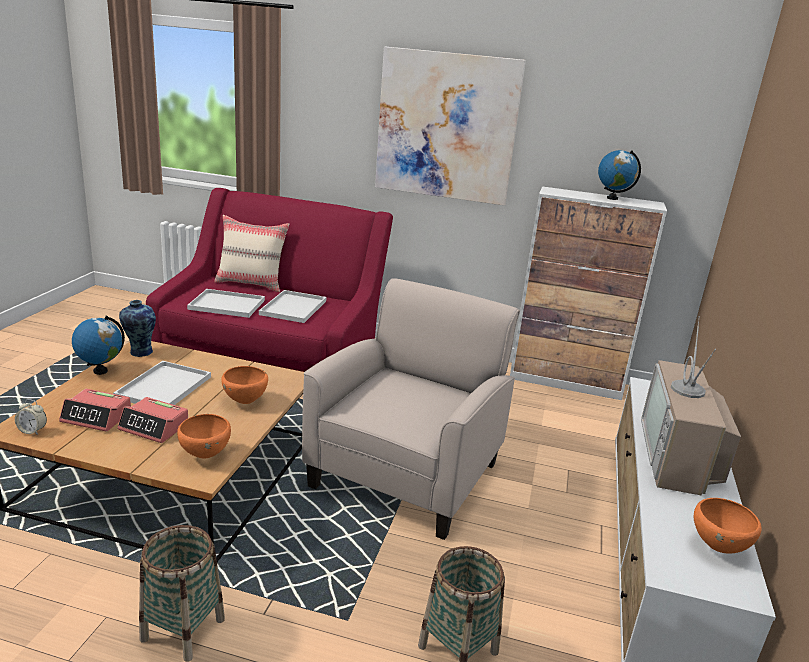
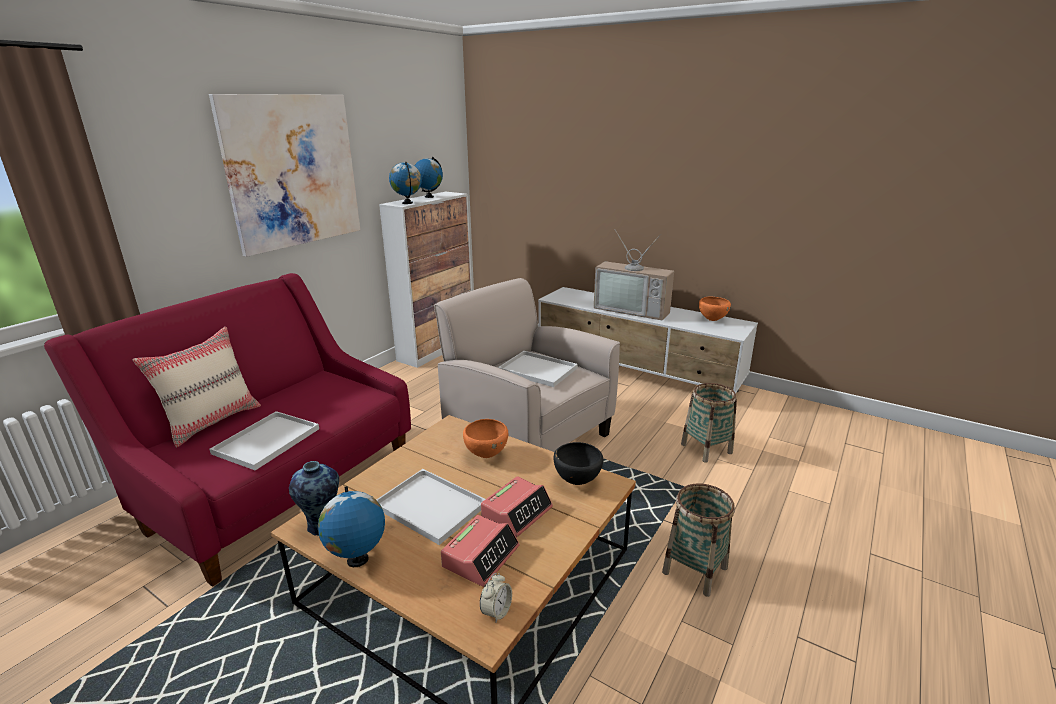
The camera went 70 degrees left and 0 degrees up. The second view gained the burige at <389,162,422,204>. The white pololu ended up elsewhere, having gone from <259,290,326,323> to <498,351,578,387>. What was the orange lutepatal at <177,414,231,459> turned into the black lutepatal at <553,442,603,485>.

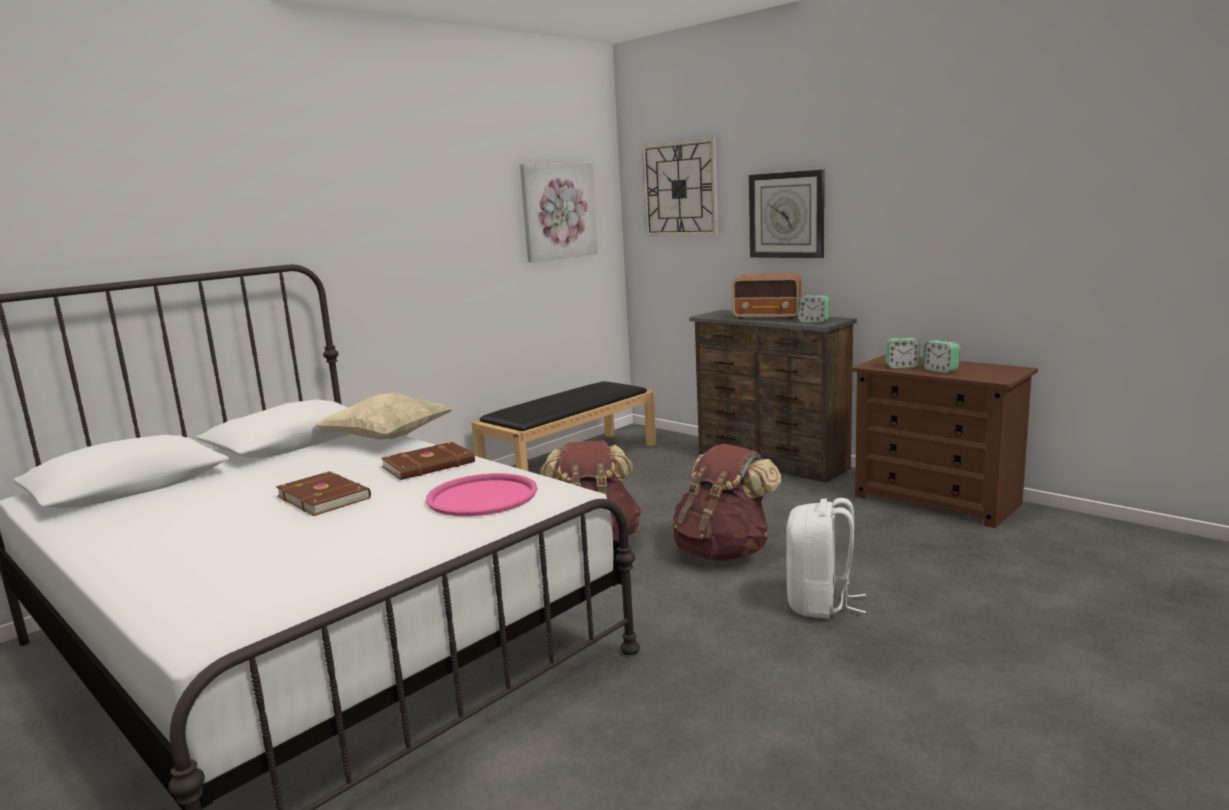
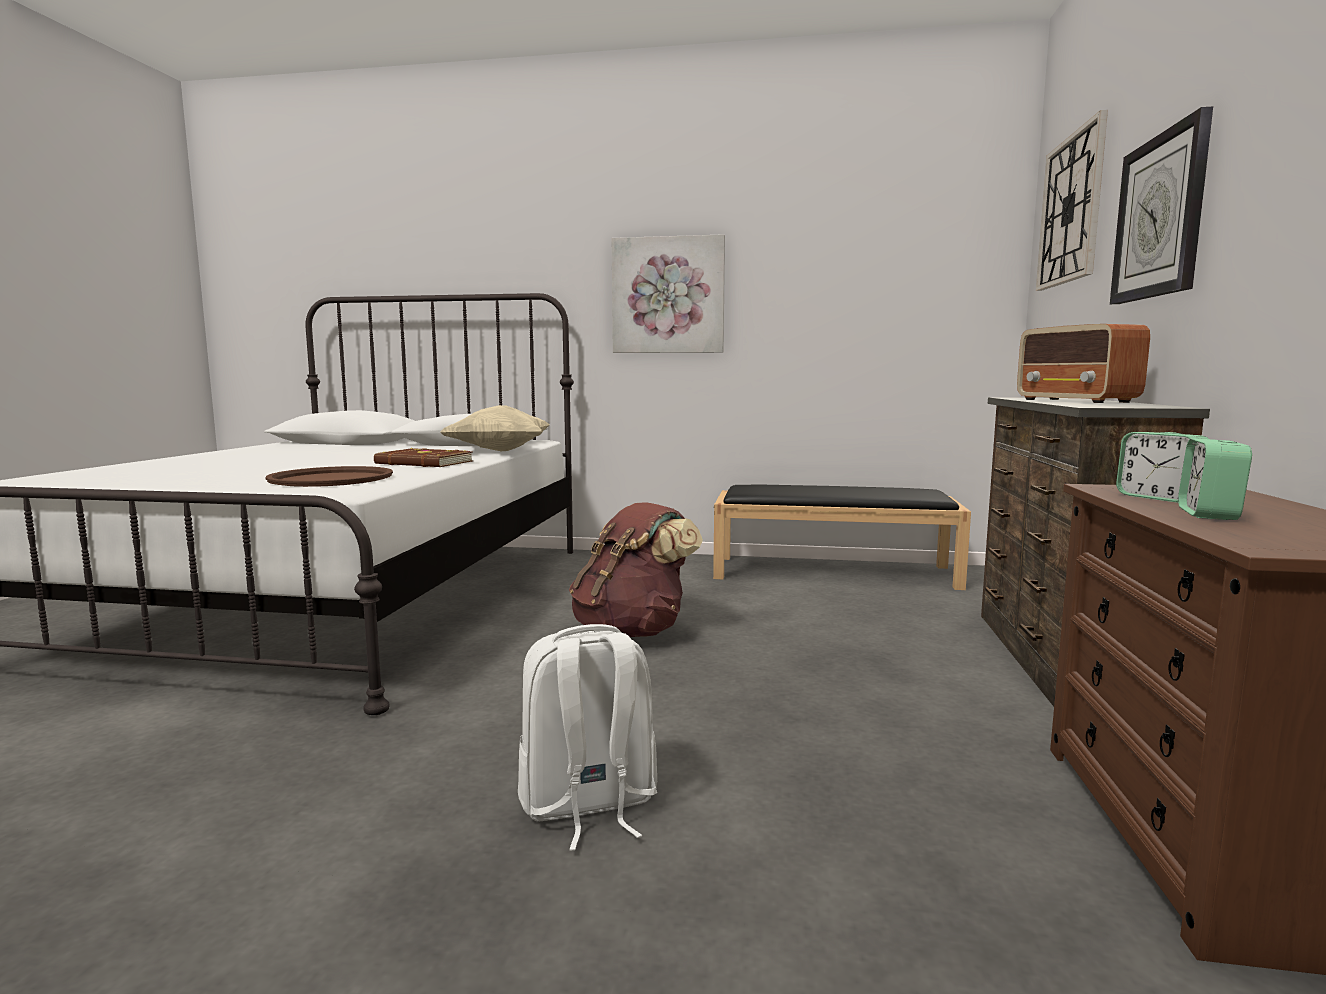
The camera went 55 degrees right and 5 degrees down. The second view lost the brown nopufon at <275,471,371,516>. The second view lost the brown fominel at <672,444,781,561>. The second view lost the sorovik at <798,295,829,323>. The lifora ended up elsewhere, having gone from <520,163,598,262> to <612,234,725,353>. What was the pink pololu at <426,473,537,516> turned into the brown pololu at <265,466,393,487>.

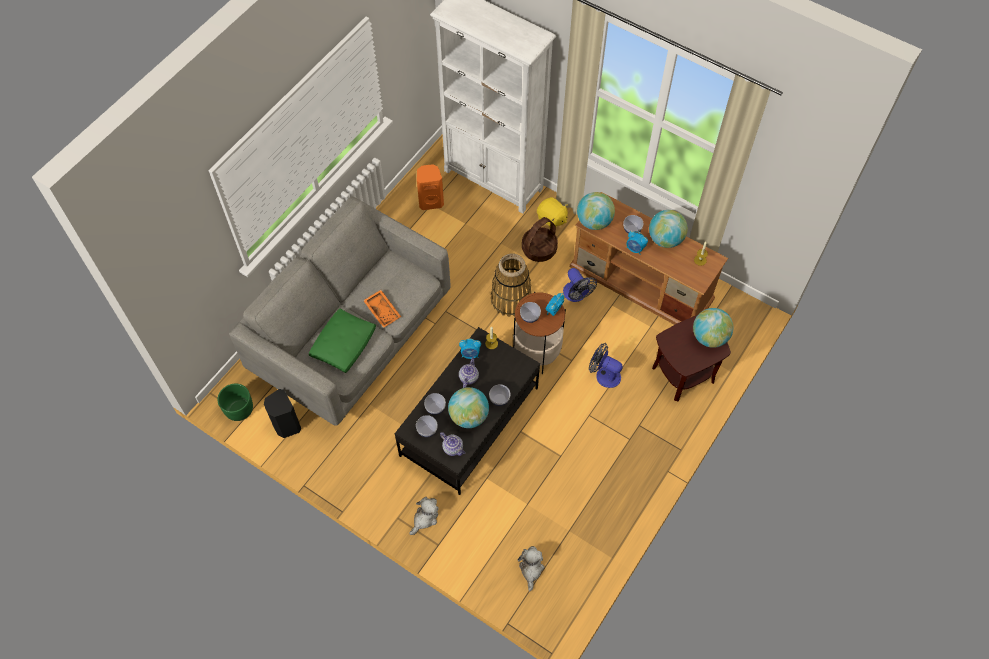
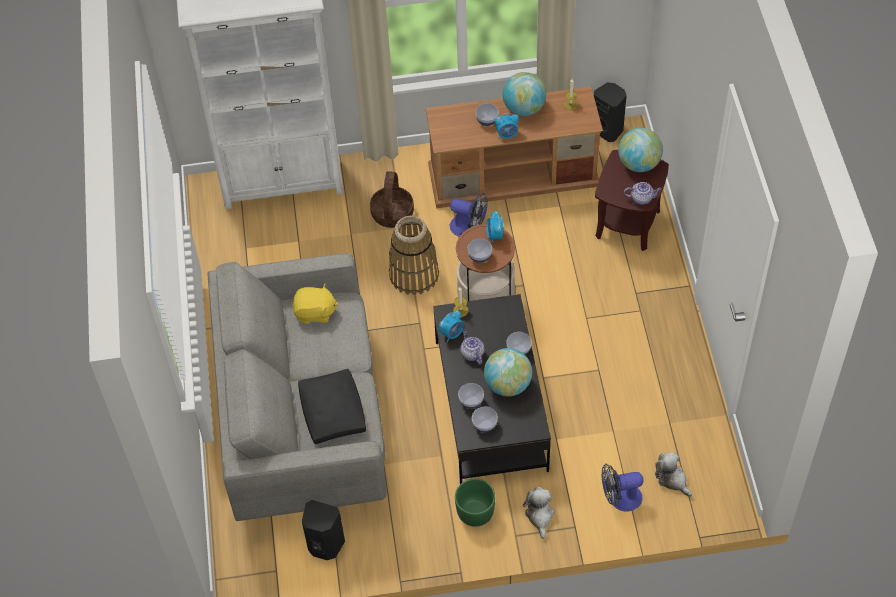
The camera went 40 degrees left and 5 degrees down. The second view lost the orange pololu at <363,290,401,328>. The second view lost the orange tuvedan at <417,164,444,210>. The second view lost the burige at <577,192,615,230>. The second view gained the black tuvedan at <594,83,627,142>. The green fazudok ended up elsewhere, having gone from <217,383,253,421> to <455,479,495,527>. The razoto ended up elsewhere, having gone from <440,432,465,456> to <624,182,662,205>. The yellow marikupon ended up elsewhere, having gone from <537,197,568,227> to <292,284,338,324>. The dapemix ended up elsewhere, having gone from <589,343,623,388> to <602,464,644,512>. What was the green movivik at <309,308,376,373> turned into the black movivik at <298,369,366,444>.

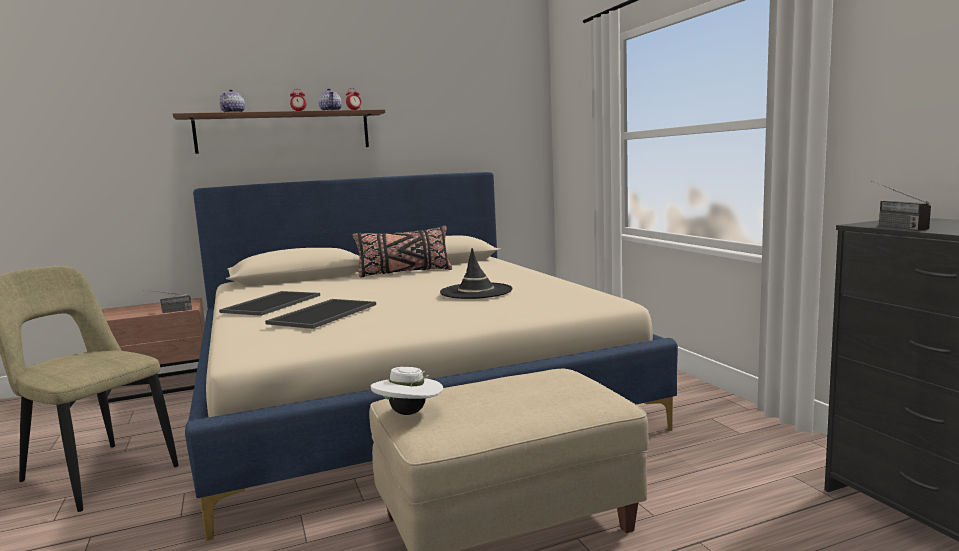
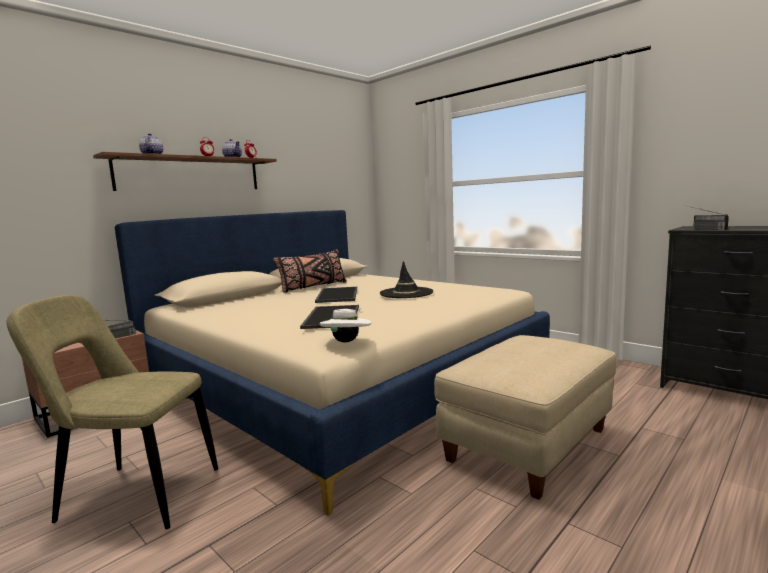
The camera went 25 degrees left and 0 degrees up. The pololu ended up elsewhere, having gone from <219,291,320,316> to <315,287,357,303>. The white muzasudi ended up elsewhere, having gone from <371,367,443,415> to <320,308,371,342>.

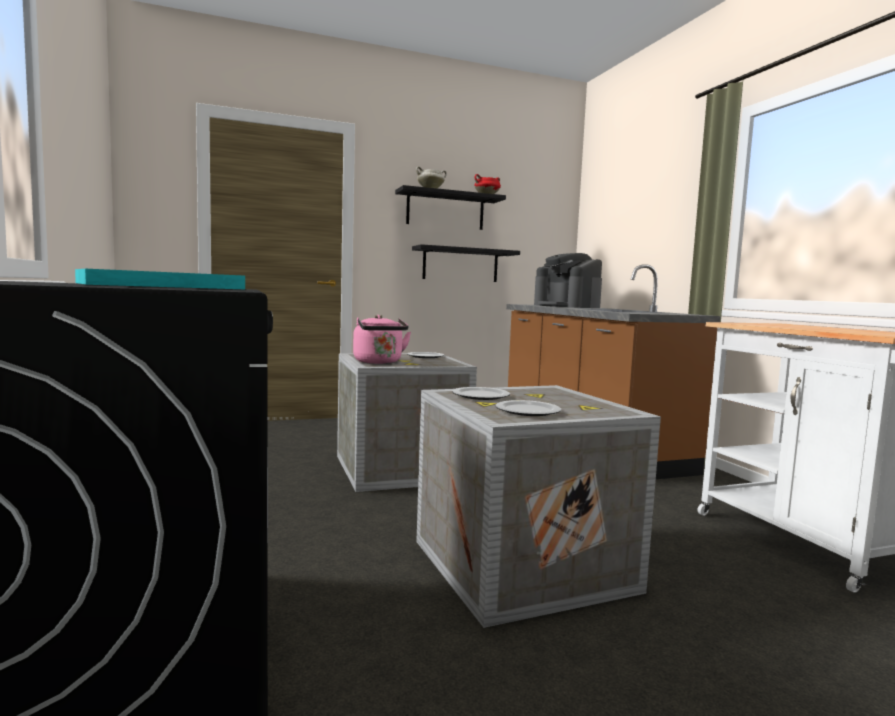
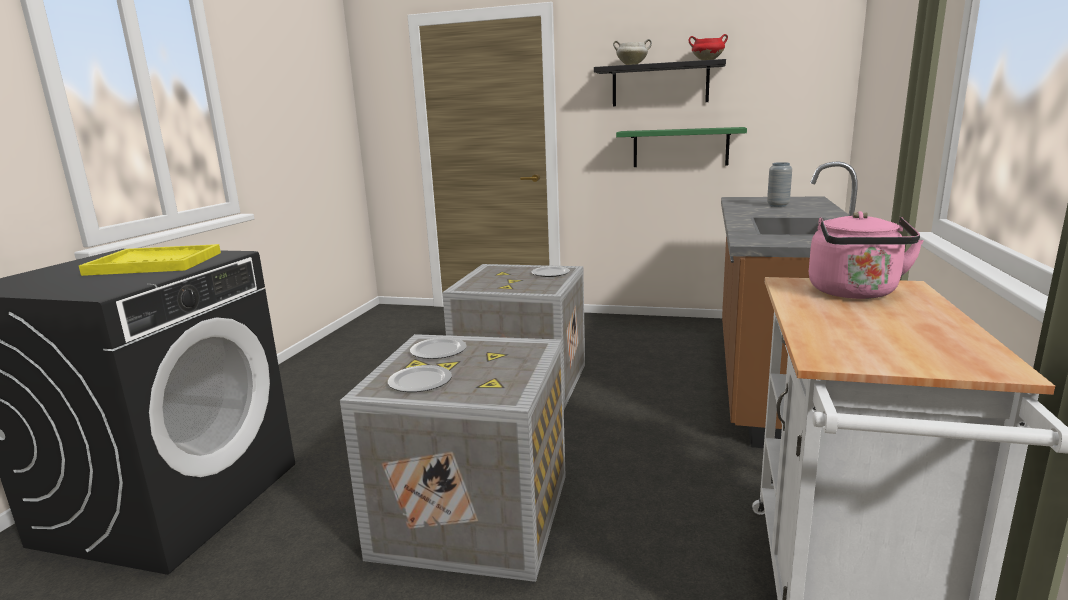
The camera went 35 degrees right and 10 degrees up. The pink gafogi ended up elsewhere, having gone from <353,315,411,364> to <809,211,924,299>. Where the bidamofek stood at <534,253,602,308>, the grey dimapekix came to stand at <767,162,792,207>. What was the turquoise pololu at <75,269,245,289> turned into the yellow pololu at <79,244,221,276>. What was the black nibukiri at <412,244,520,282> turned into the green nibukiri at <616,127,747,167>.

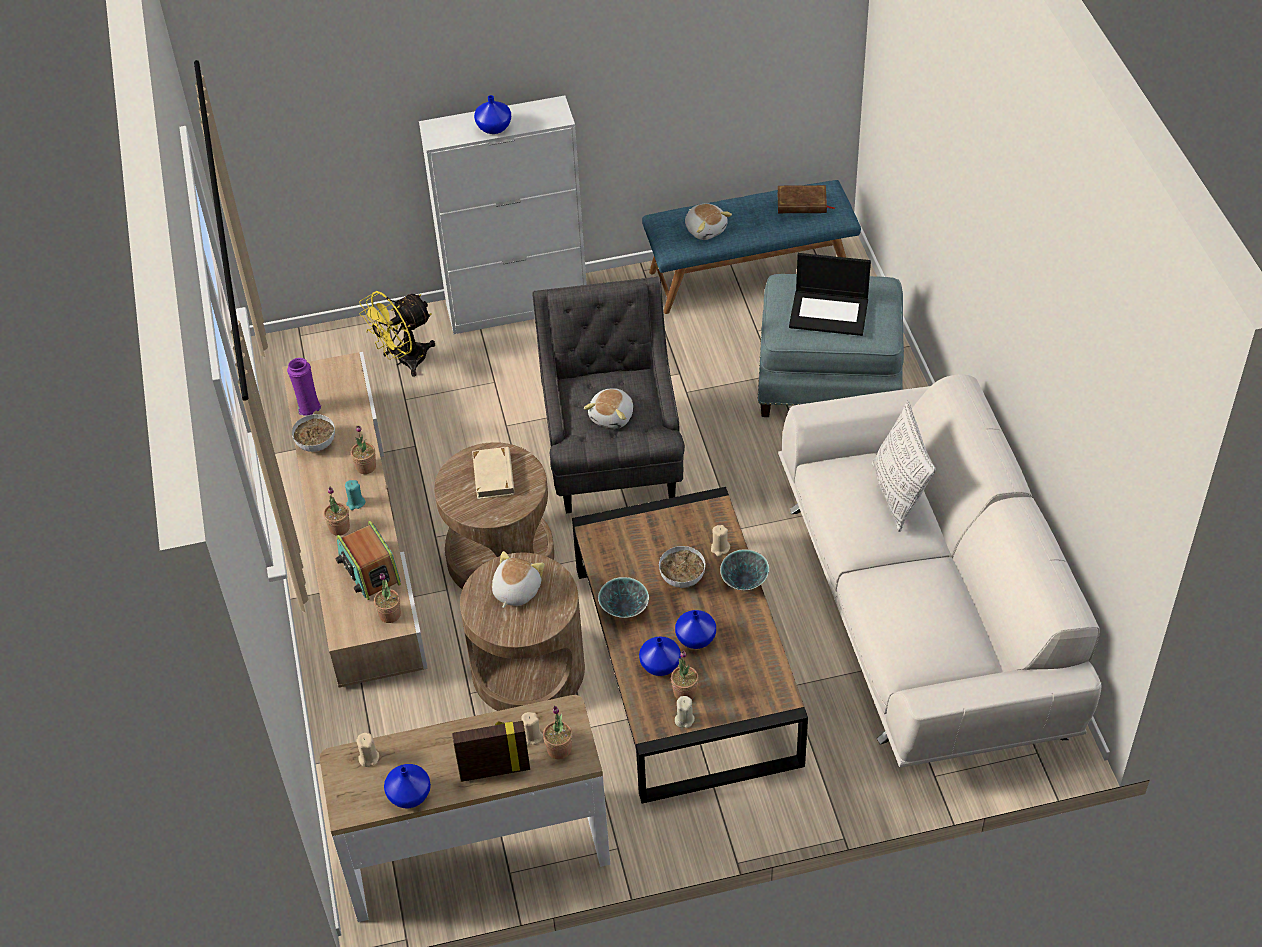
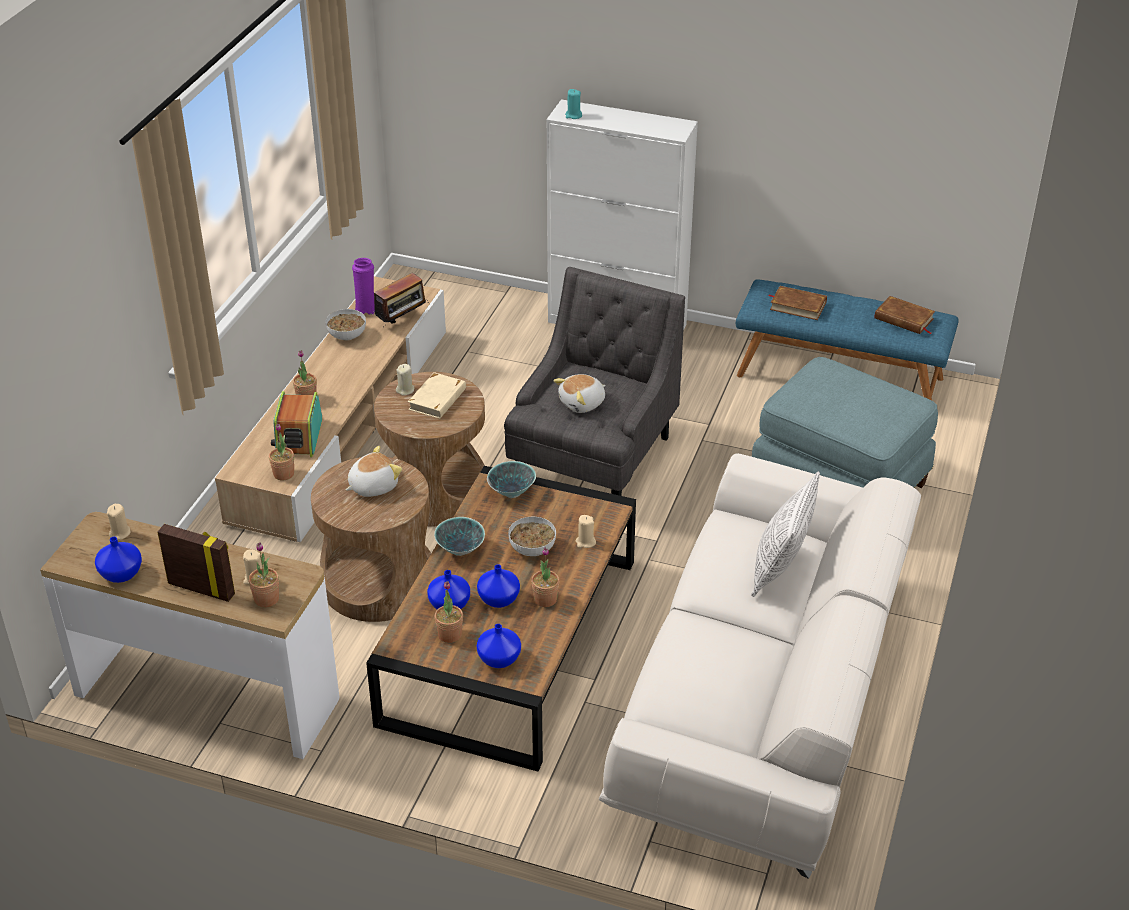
The camera went 30 degrees right and 10 degrees down. The second view lost the yellow dapemix at <359,291,435,377>. The second view lost the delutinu at <789,253,871,336>. The second view gained the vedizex at <374,273,429,325>. The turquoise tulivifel ended up elsewhere, having gone from <345,480,365,510> to <565,89,582,119>. The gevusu ended up elsewhere, having gone from <351,426,376,474> to <531,547,559,607>. The blue dimapekix ended up elsewhere, having gone from <474,95,511,134> to <477,624,521,668>. The beige tulivifel ended up elsewhere, having gone from <675,696,695,728> to <396,364,414,396>. The lutepatal ended up elsewhere, having gone from <720,549,769,590> to <487,461,536,498>. Where the marikupon stood at <685,203,732,240>, the brown nopufon came to stand at <769,286,827,320>.

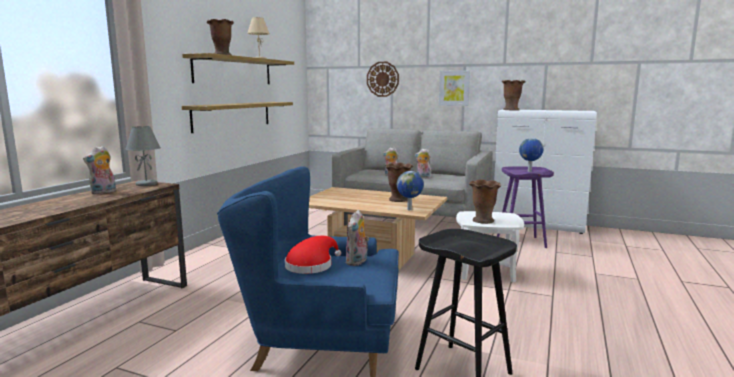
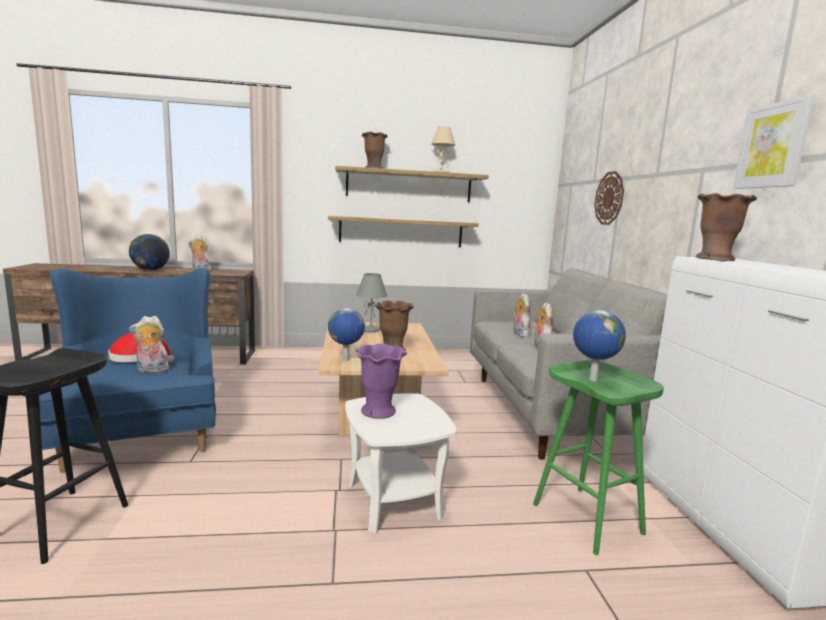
The camera went 60 degrees right and 0 degrees up. The second view gained the burige at <129,234,170,271>. The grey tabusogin ended up elsewhere, having gone from <125,126,161,186> to <356,273,387,332>. The lifora ended up elsewhere, having gone from <439,70,470,106> to <733,95,815,189>. What was the brown dimapekix at <469,179,501,224> turned into the purple dimapekix at <356,343,407,419>. What was the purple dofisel at <497,167,554,248> turned into the green dofisel at <533,361,664,555>.

